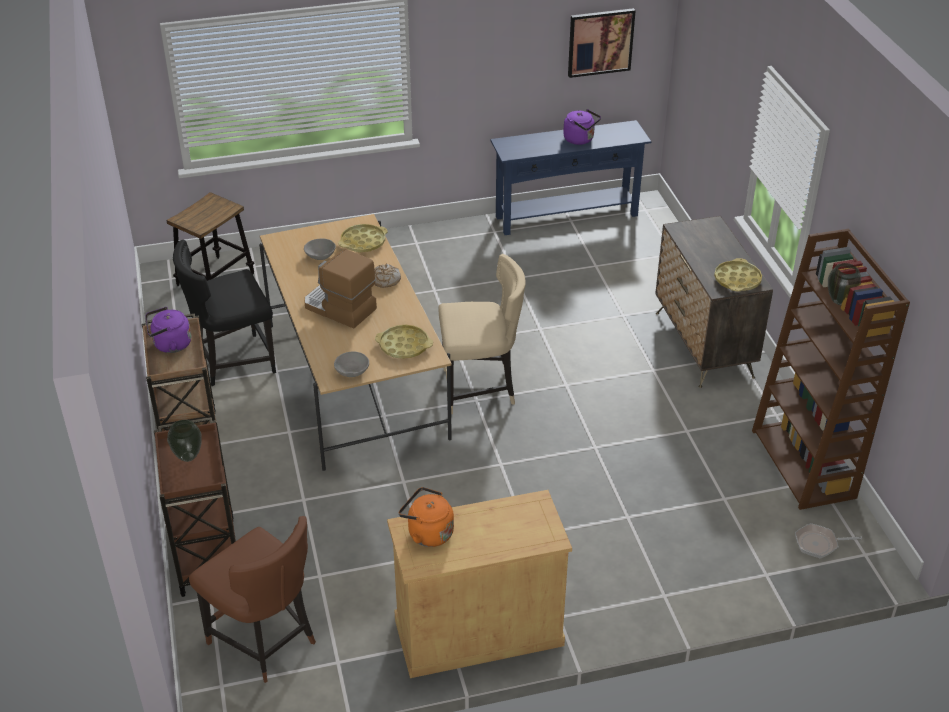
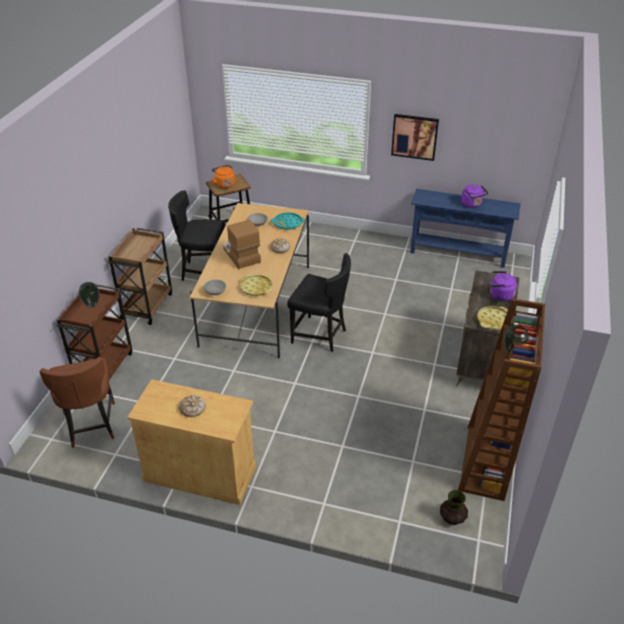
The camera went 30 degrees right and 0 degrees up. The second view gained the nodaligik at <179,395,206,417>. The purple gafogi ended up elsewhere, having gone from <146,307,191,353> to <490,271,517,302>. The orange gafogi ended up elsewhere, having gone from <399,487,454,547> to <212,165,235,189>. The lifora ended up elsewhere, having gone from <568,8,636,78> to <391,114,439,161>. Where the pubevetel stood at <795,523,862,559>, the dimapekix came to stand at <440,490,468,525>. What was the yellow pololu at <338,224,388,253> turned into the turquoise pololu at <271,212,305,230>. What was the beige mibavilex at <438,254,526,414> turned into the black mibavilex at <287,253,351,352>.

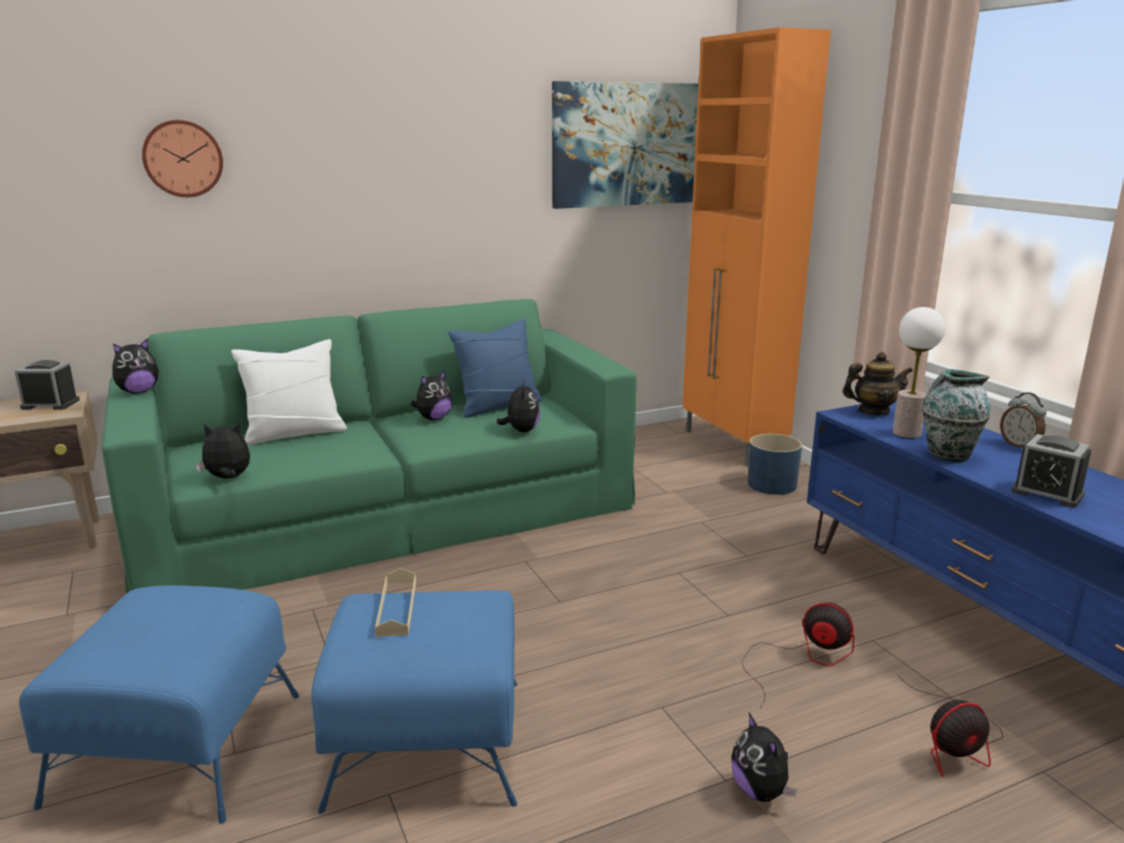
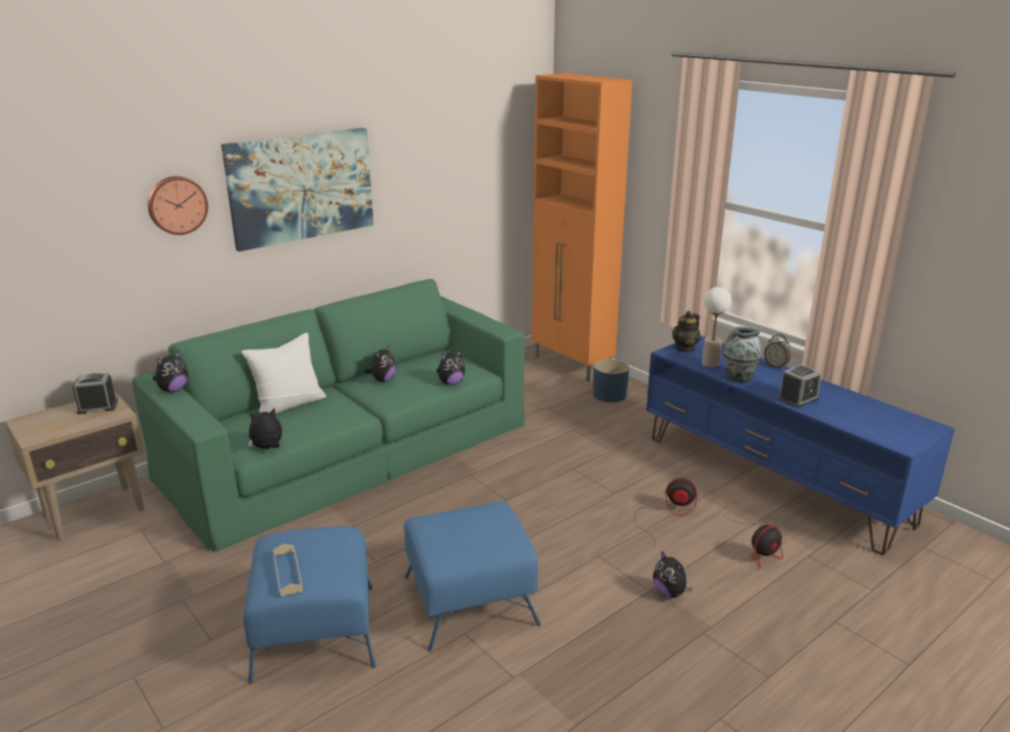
The camera went 15 degrees left and 5 degrees up. The second view lost the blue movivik at <448,319,542,418>. The beige pololu ended up elsewhere, having gone from <375,568,416,637> to <273,544,303,596>. The lifora ended up elsewhere, having gone from <552,81,699,209> to <221,128,374,252>. The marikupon at <497,379,540,432> ended up facing another way, 75 degrees clockwise from before. The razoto at <842,352,913,415> ended up facing another way, 150 degrees clockwise from before. The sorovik at <1011,434,1091,508> ended up facing another way, 60 degrees counterclockwise from before.

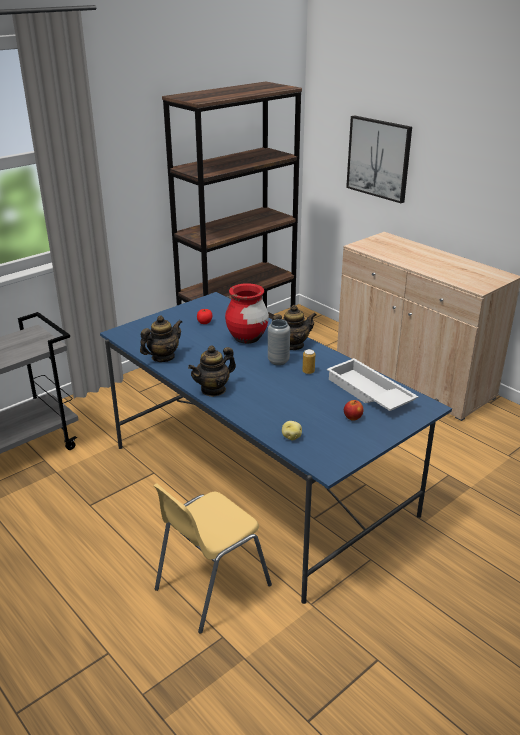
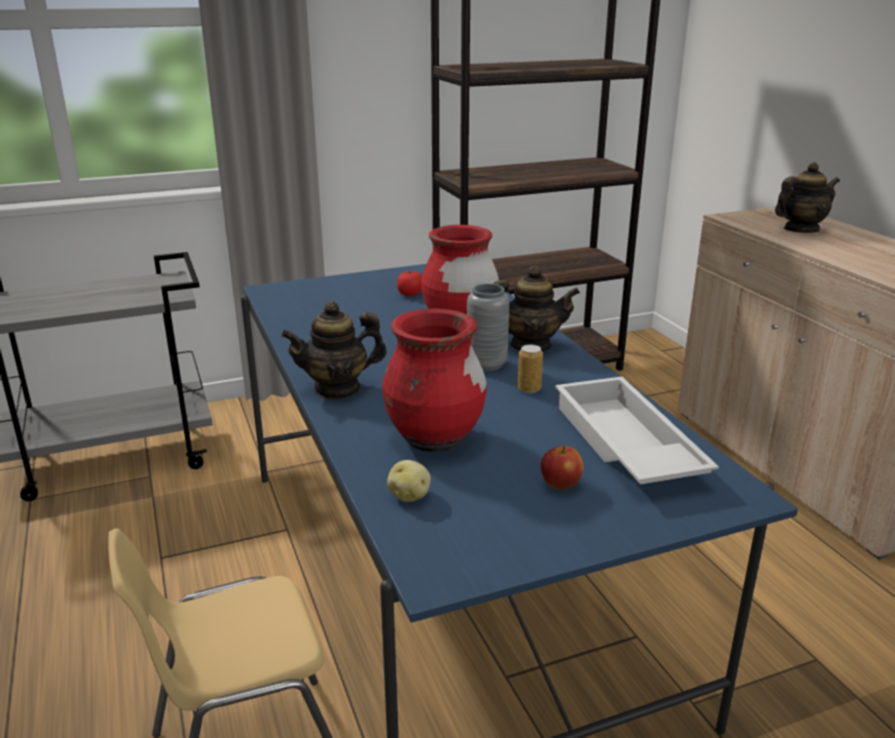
The camera went 20 degrees right and 5 degrees down. The second view lost the lifora at <346,115,412,203>. The second view gained the red dimapekix at <382,309,487,452>. The razoto ended up elsewhere, having gone from <140,315,182,362> to <775,162,840,233>.

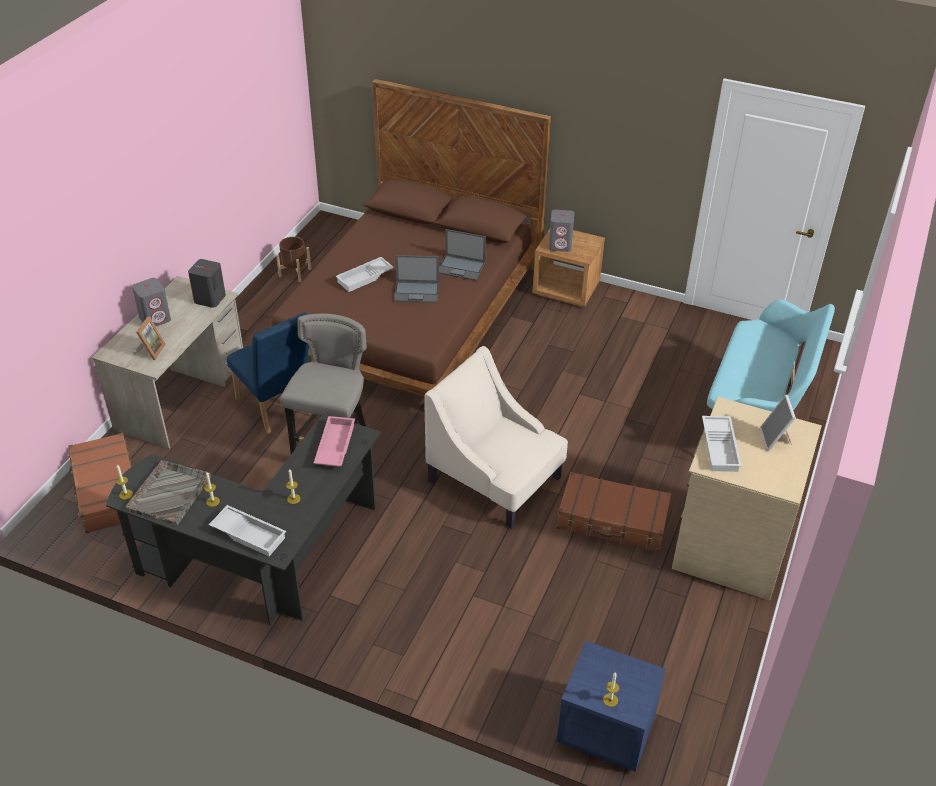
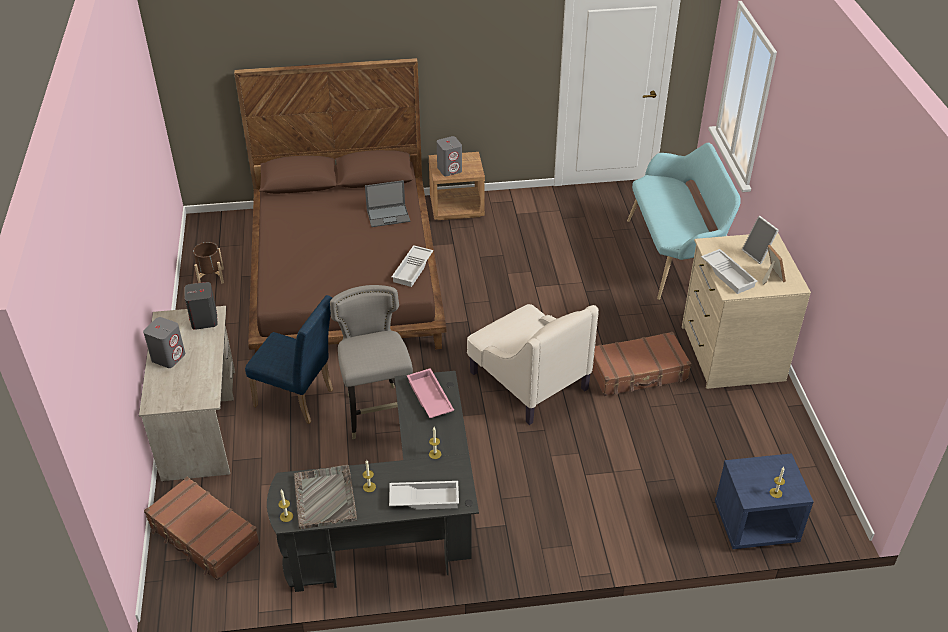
The camera went 30 degrees left and 0 degrees up. The second view lost the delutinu at <394,255,439,303>. The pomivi ended up elsewhere, having gone from <134,317,166,360> to <762,245,786,285>. The white pololu ended up elsewhere, having gone from <336,257,394,292> to <392,245,433,287>. The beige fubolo at <424,346,568,529> ended up facing another way, 135 degrees counterclockwise from before.

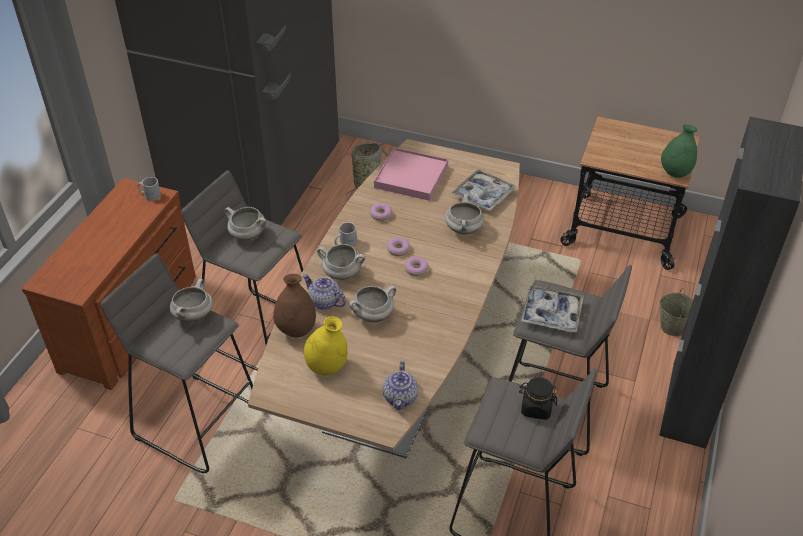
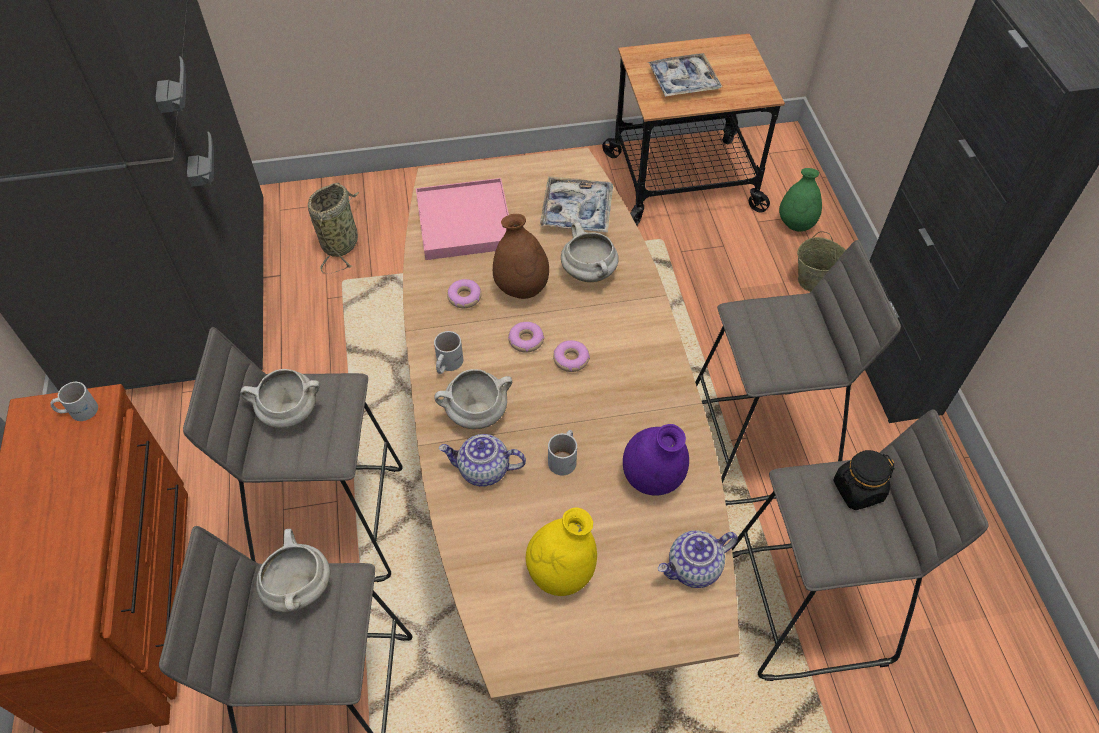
The camera went 30 degrees left and 10 degrees up. The second view gained the purple dimapekix at <623,424,689,496>. The brown dimapekix ended up elsewhere, having gone from <273,274,316,337> to <493,214,549,299>. The pololu ended up elsewhere, having gone from <521,285,584,332> to <648,53,722,97>. The green dimapekix ended up elsewhere, having gone from <661,124,697,178> to <779,168,822,232>. Where the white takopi stood at <349,286,396,322>, the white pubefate came to stand at <548,430,577,475>. The razoto at <383,361,418,410> ended up facing another way, 90 degrees clockwise from before.

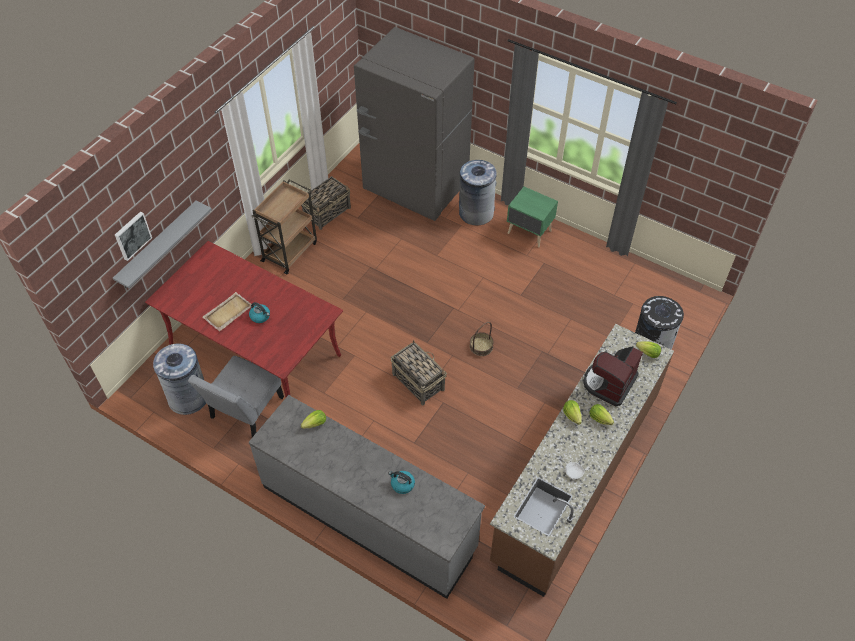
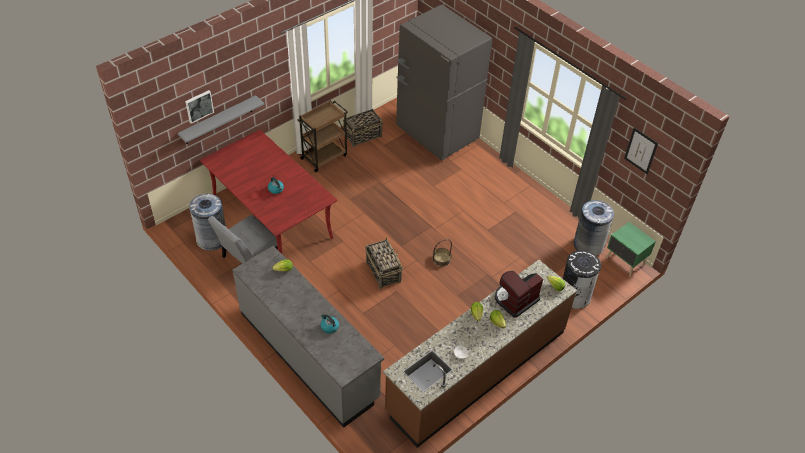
The camera went 15 degrees right and 5 degrees down. The second view lost the beige pololu at <202,292,251,331>. The second view gained the lifora at <624,127,658,174>. The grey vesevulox ended up elsewhere, having gone from <459,160,497,225> to <574,200,614,256>. The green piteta ended up elsewhere, having gone from <507,187,558,248> to <606,222,656,277>.

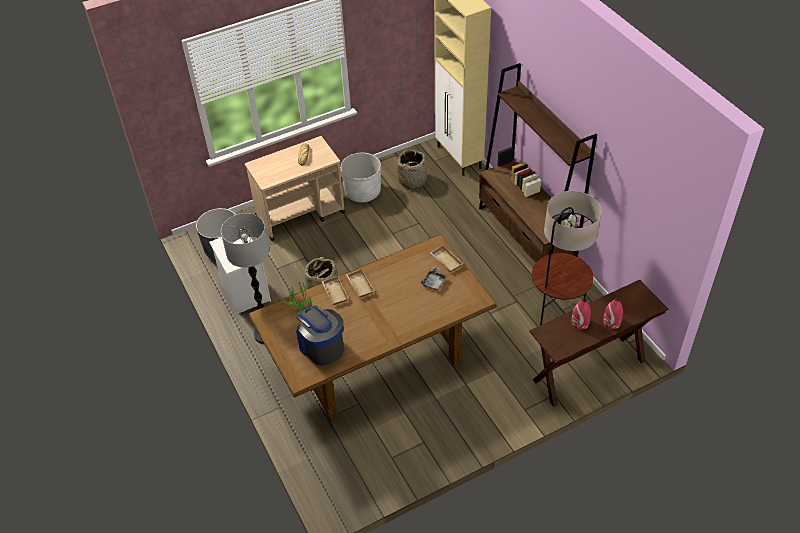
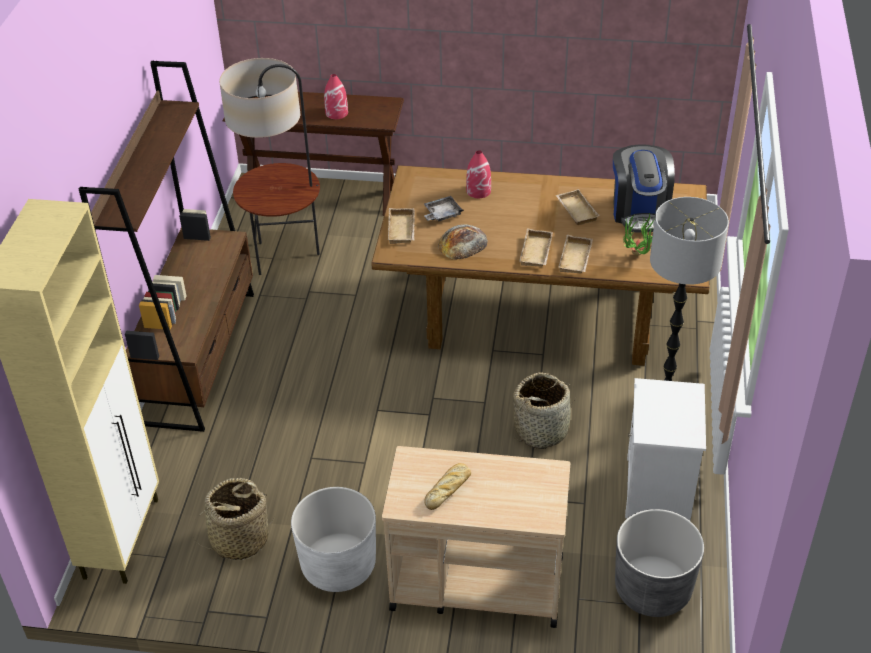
The camera went 145 degrees left and 5 degrees down. The second view gained the nodaligik at <438,224,488,259>. The second view gained the beige pololu at <556,189,600,225>. The red dimapekix ended up elsewhere, having gone from <603,298,623,329> to <466,150,491,198>.

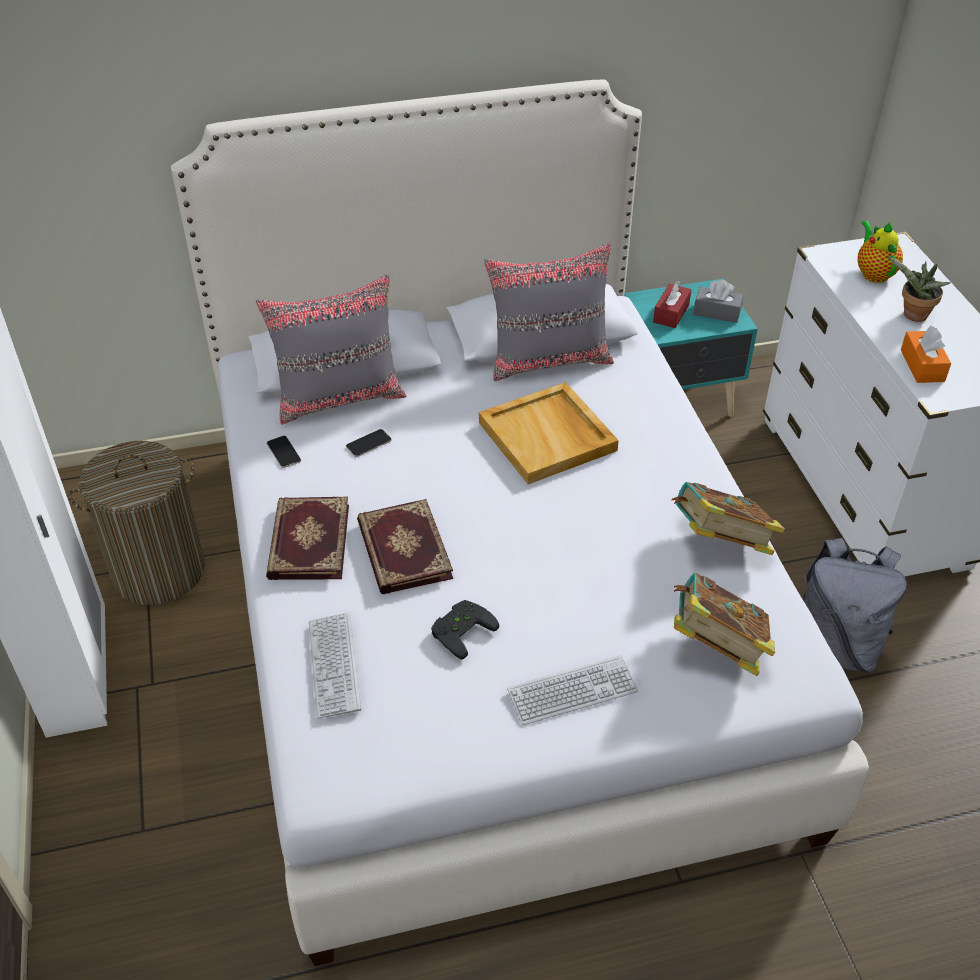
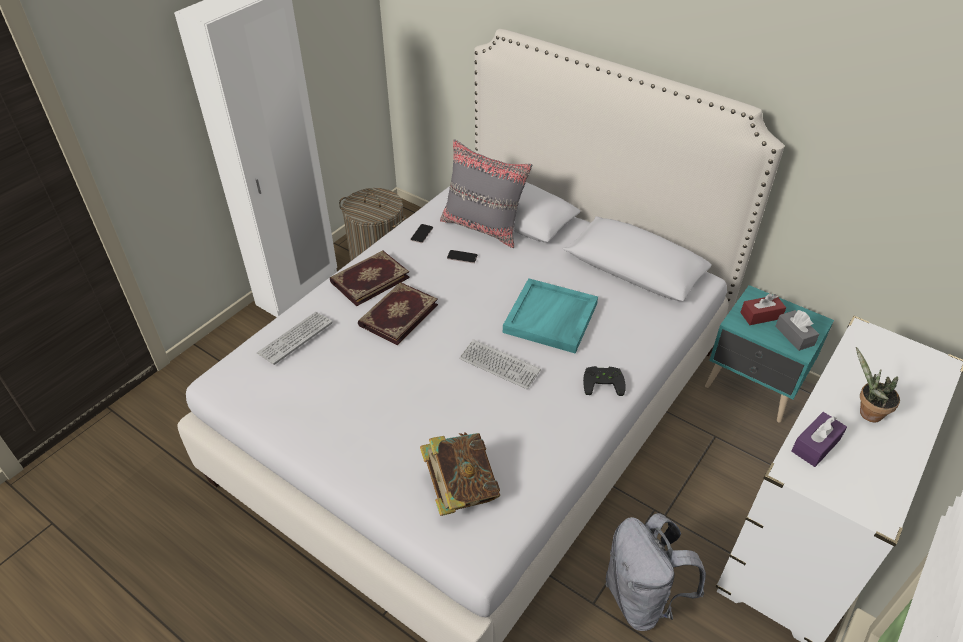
The camera went 50 degrees right and 0 degrees up. The second view lost the grey movivik at <484,243,614,381>. The second view lost the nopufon at <671,482,785,555>. The second view lost the razoto at <858,221,903,283>. The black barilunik ended up elsewhere, having gone from <431,600,500,660> to <583,366,625,396>. The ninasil ended up elsewhere, having gone from <507,655,638,725> to <459,339,541,389>. What was the beige pololu at <479,382,619,484> turned into the turquoise pololu at <503,278,598,354>. What was the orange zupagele at <901,326,951,383> turned into the purple zupagele at <791,412,847,467>.

